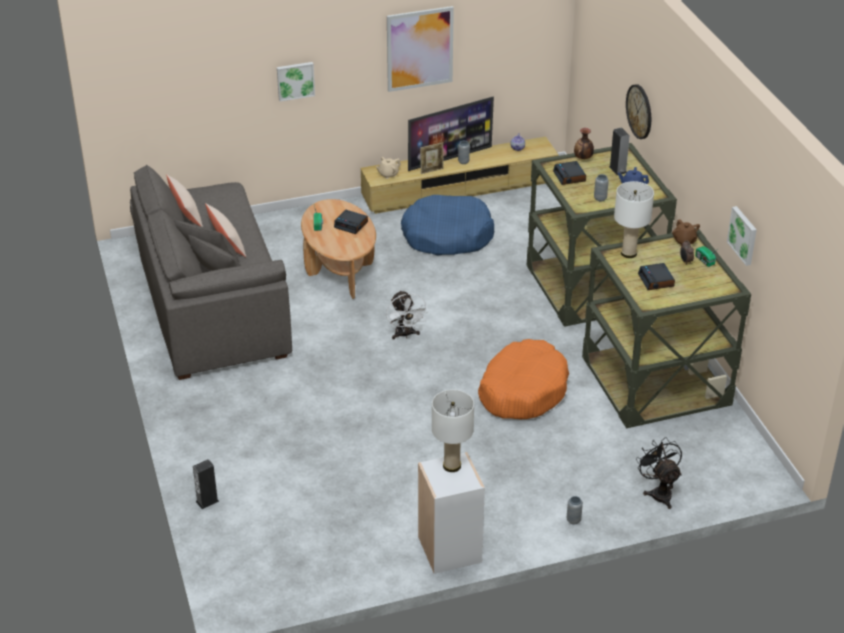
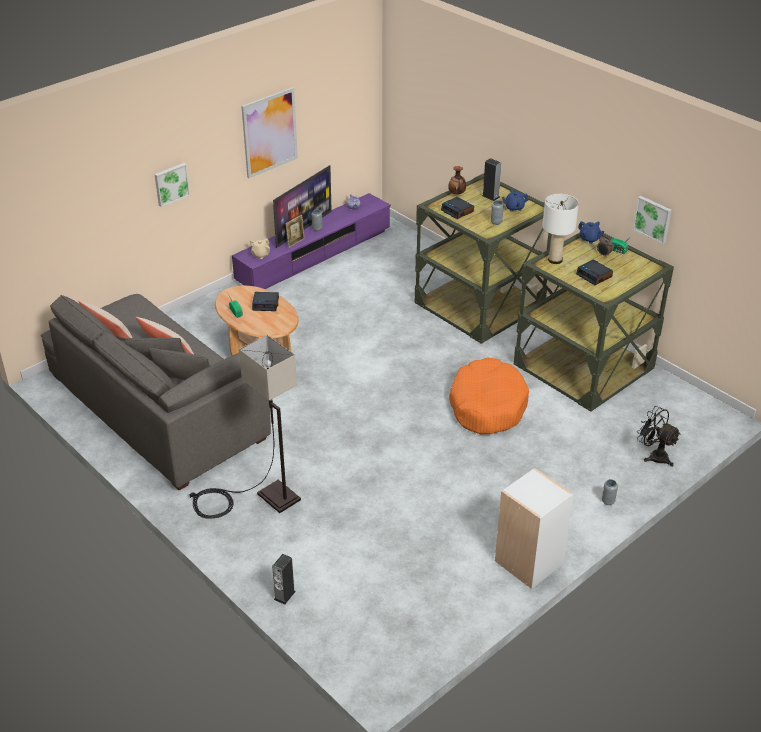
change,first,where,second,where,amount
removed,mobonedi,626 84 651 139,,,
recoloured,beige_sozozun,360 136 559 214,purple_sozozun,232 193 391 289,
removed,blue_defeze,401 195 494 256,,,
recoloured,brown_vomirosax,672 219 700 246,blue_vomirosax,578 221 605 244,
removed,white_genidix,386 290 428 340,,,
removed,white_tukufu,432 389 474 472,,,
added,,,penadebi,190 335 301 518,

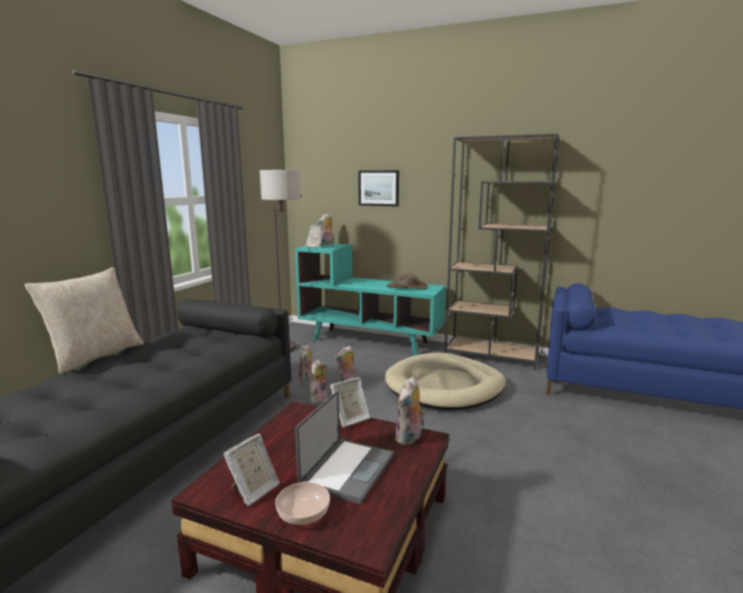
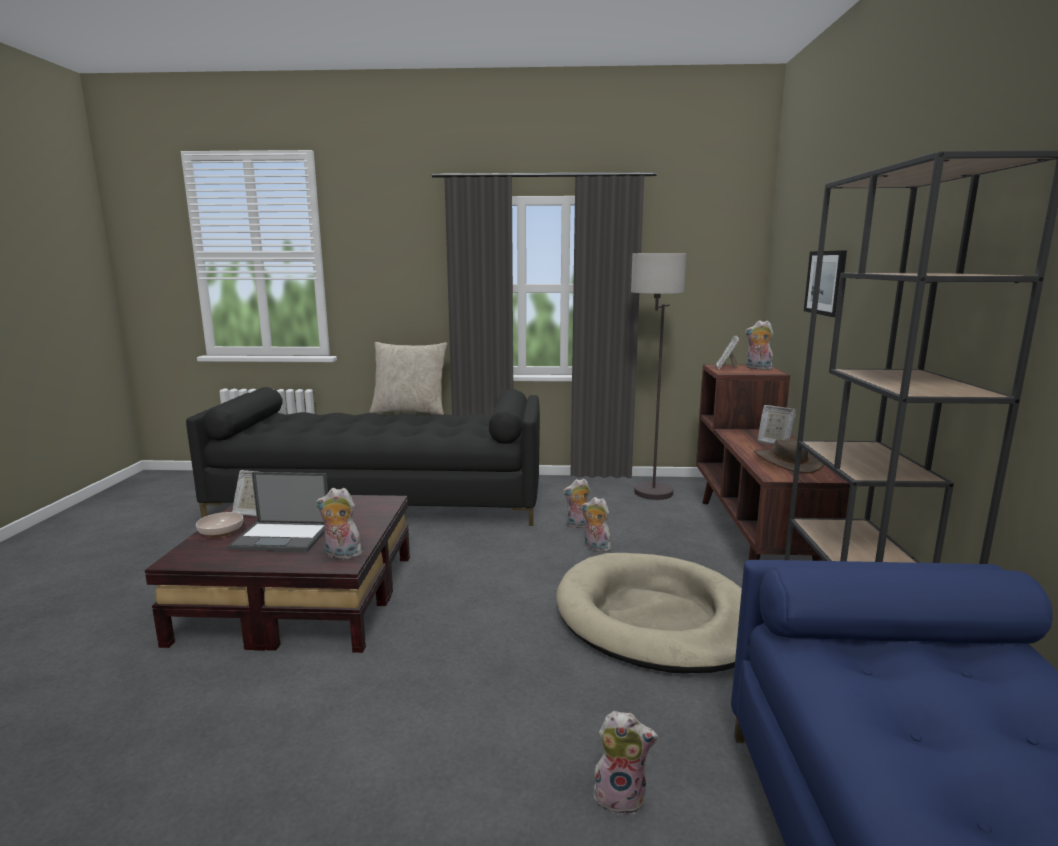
change,first,where,second,where,amount
recoloured,turquoise_sozozun,295 244 446 356,brown_sozozun,696 365 857 561,
moved,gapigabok,309 359 327 404,,593 711 658 815,
moved,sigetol,330 377 371 428,,758 405 796 444,

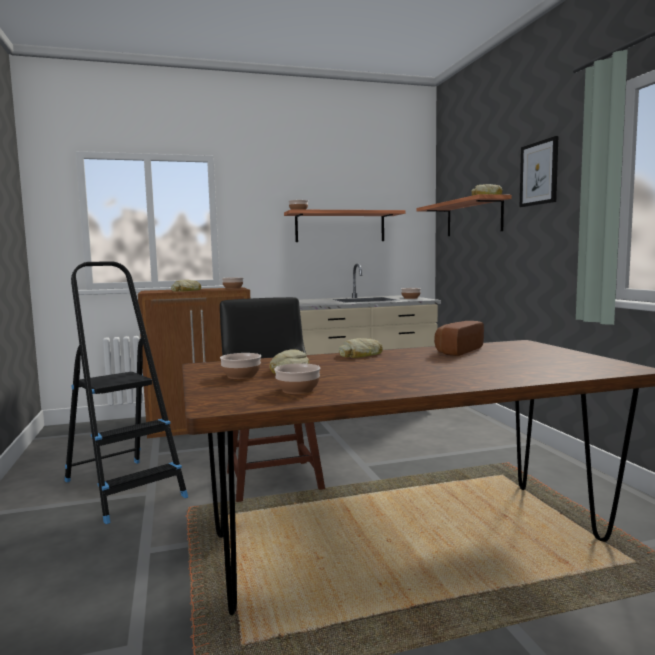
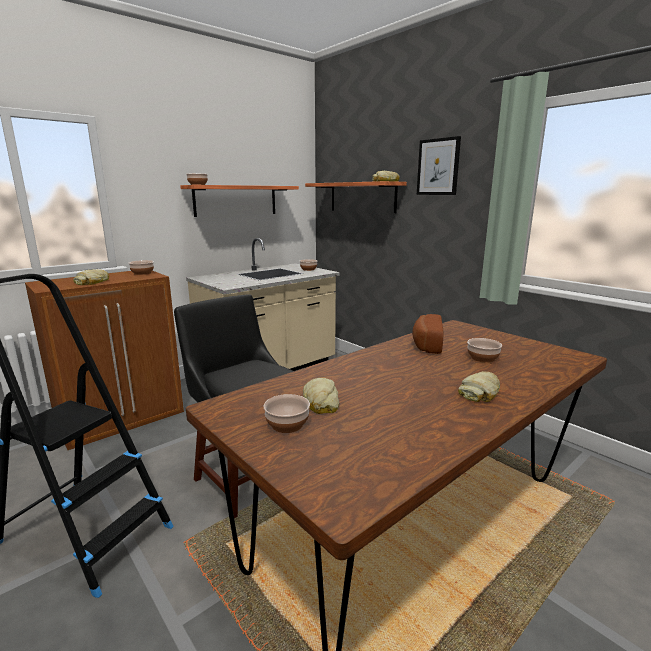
change,first,where,second,where,amount
moved,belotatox,339 338 383 358,,458 371 500 402,
moved,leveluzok,274 363 320 394,,467 338 502 362,

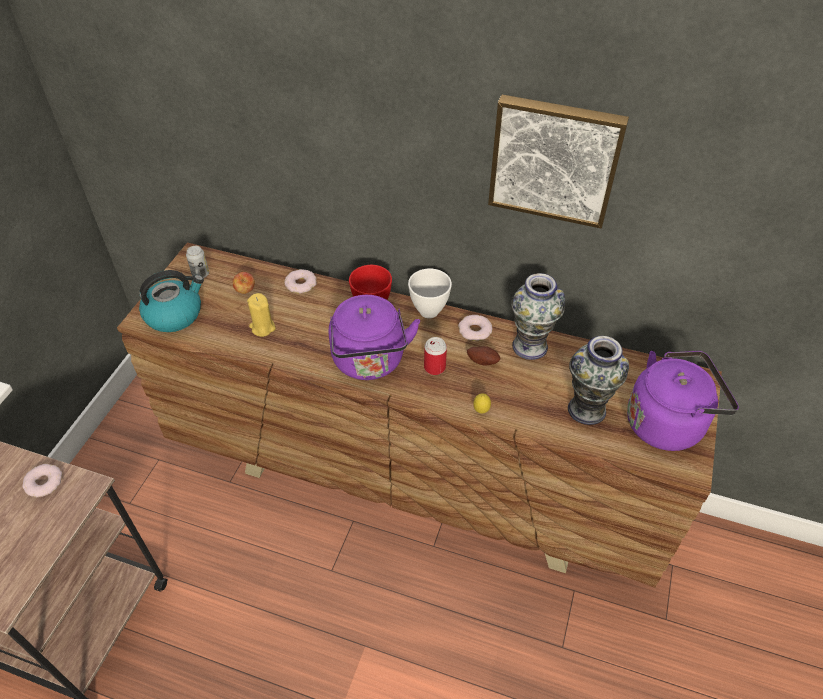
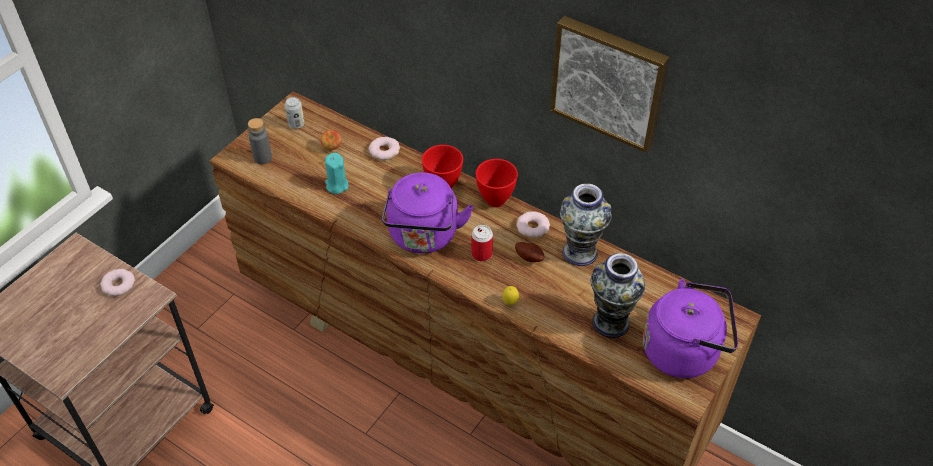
change,first,where,second,where,amount
recoloured,white_leveluzok,408 268 452 318,red_leveluzok,476 159 518 207,
replaced,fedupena,139 270 204 332,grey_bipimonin,248 118 272 165,
recoloured,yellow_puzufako,247 293 276 337,turquoise_puzufako,325 153 349 194,

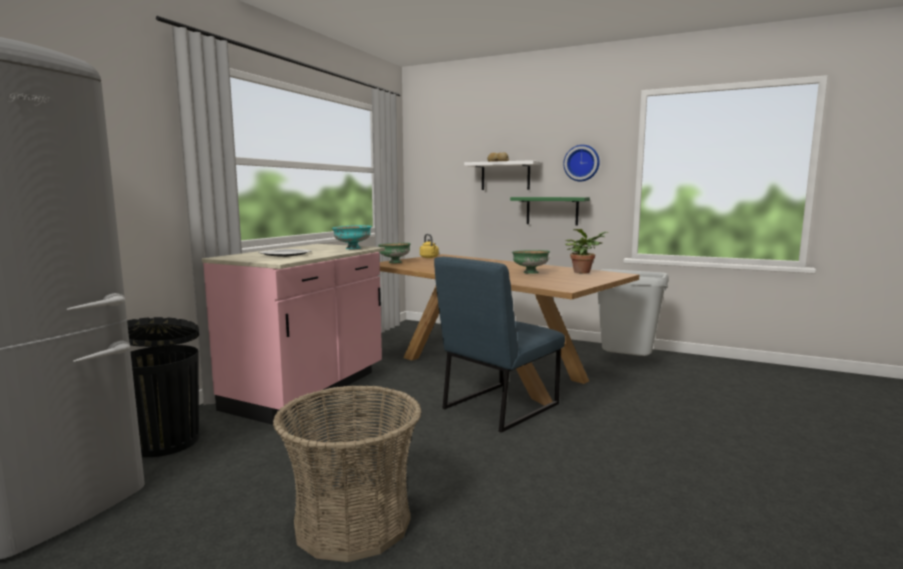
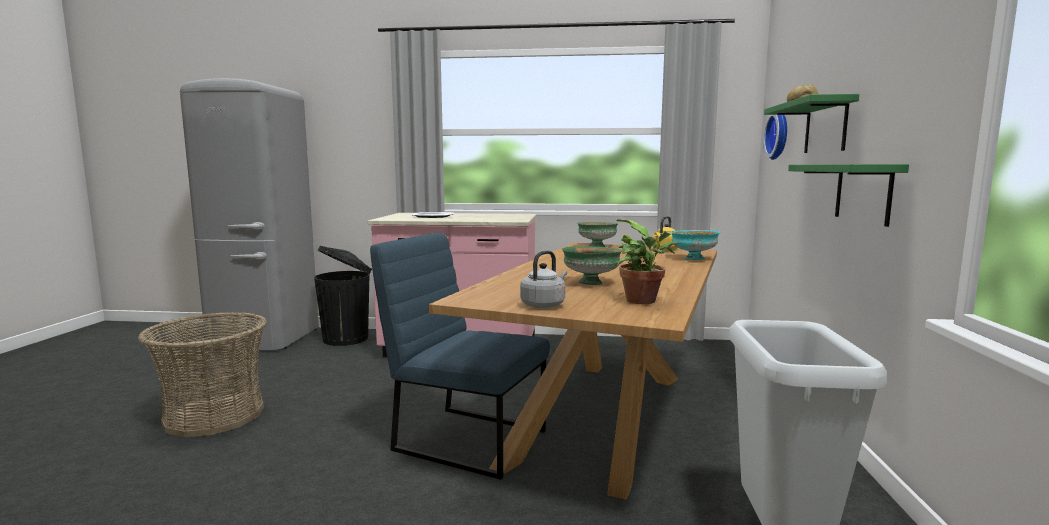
change,first,where,second,where,amount
moved,mobonedi,563 145 600 181,,763 115 787 160,
recoloured,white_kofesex,464 160 540 190,green_kofesex,764 94 859 153,
moved,turquoise_leveluzok,332 225 372 249,,672 230 720 260,
added,,,grey_fedupena,520 251 567 308,

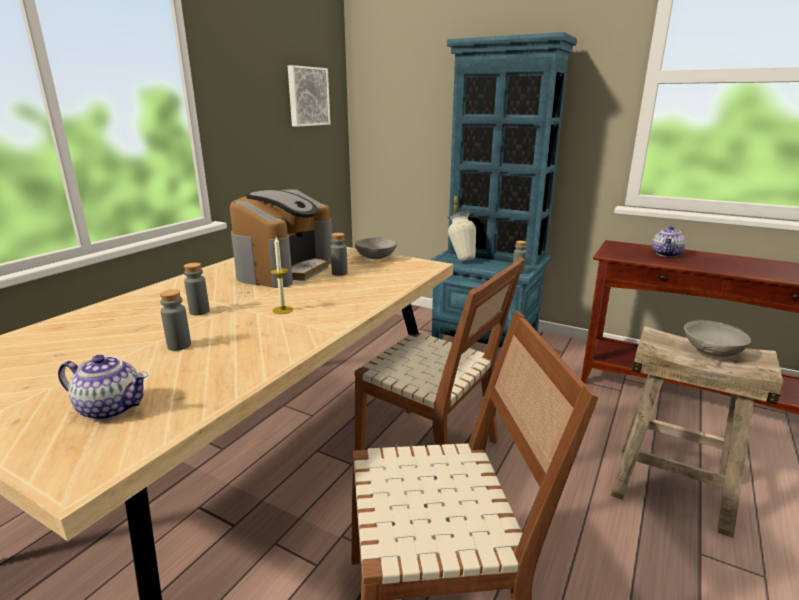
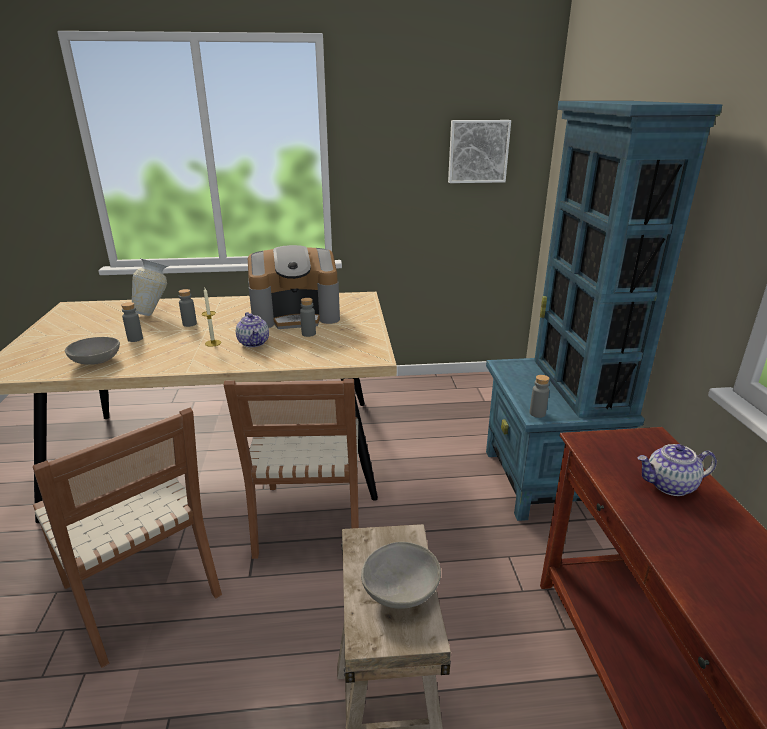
change,first,where,second,where,amount
moved,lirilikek,447 212 476 262,,132 258 169 316,
moved,grey_leveluzok,354 237 397 259,,65 337 120 365,
moved,vomirosax,58 355 148 420,,236 312 269 347,

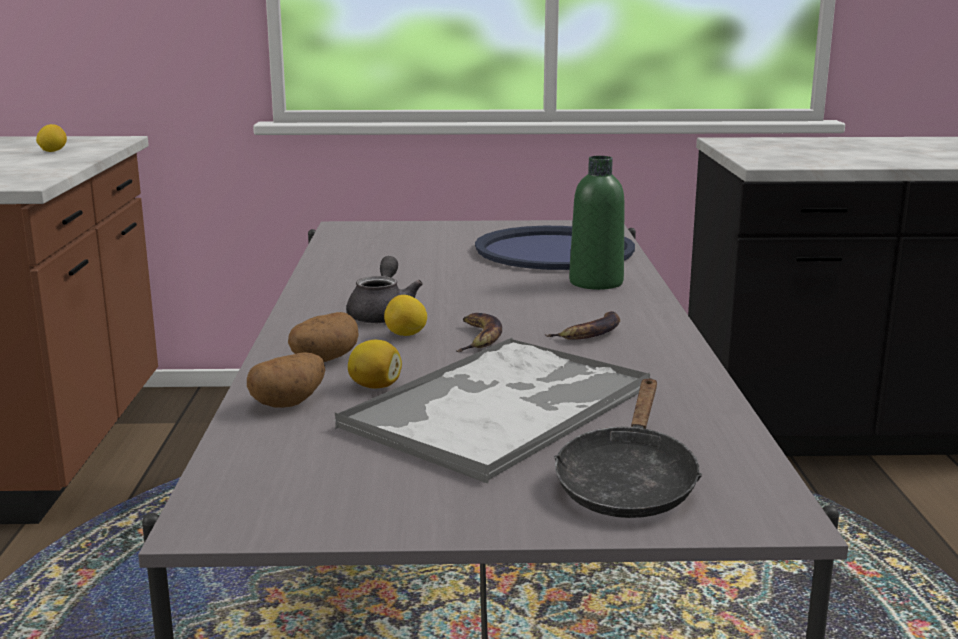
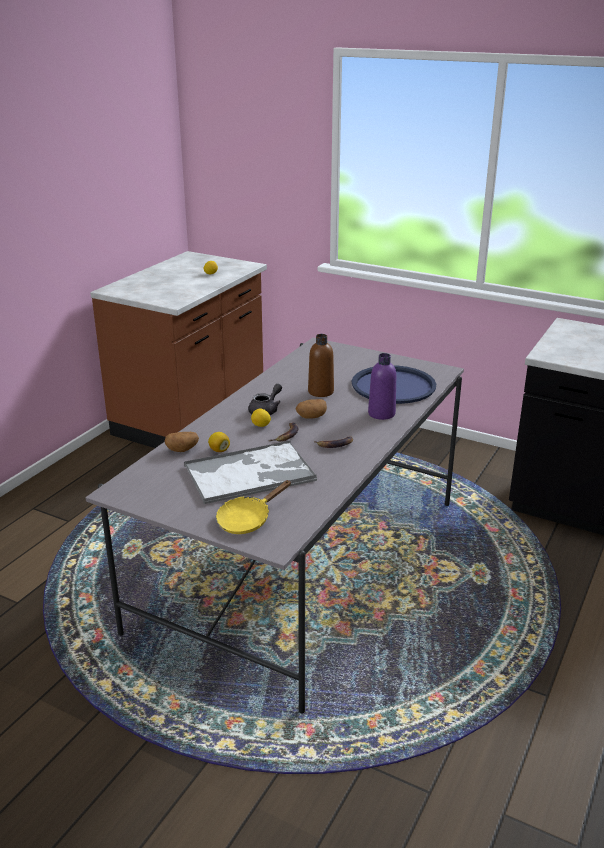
change,first,where,second,where,amount
recoloured,green_bipimonin,569 156 625 290,purple_bipimonin,368 353 396 420,
moved,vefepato,288 312 358 362,,296 399 327 419,
recoloured,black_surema,554 378 702 518,yellow_surema,216 480 291 534,
added,,,brown_bipimonin,308 334 334 397,

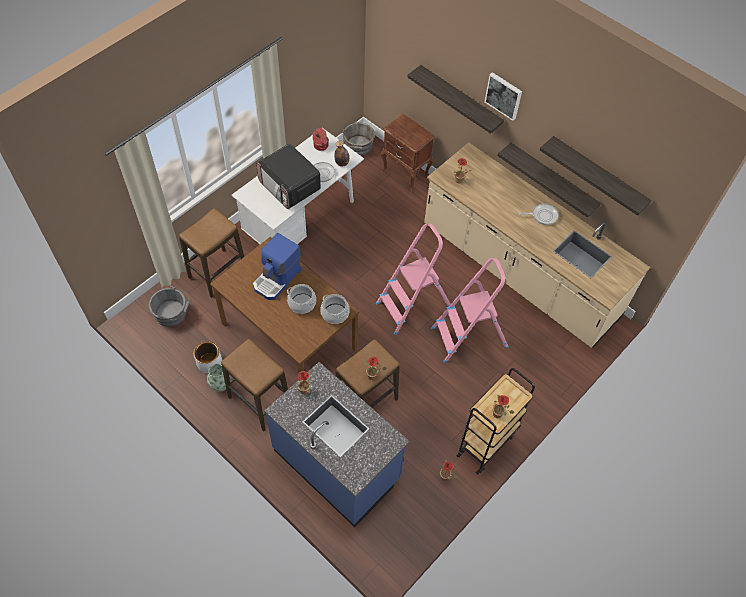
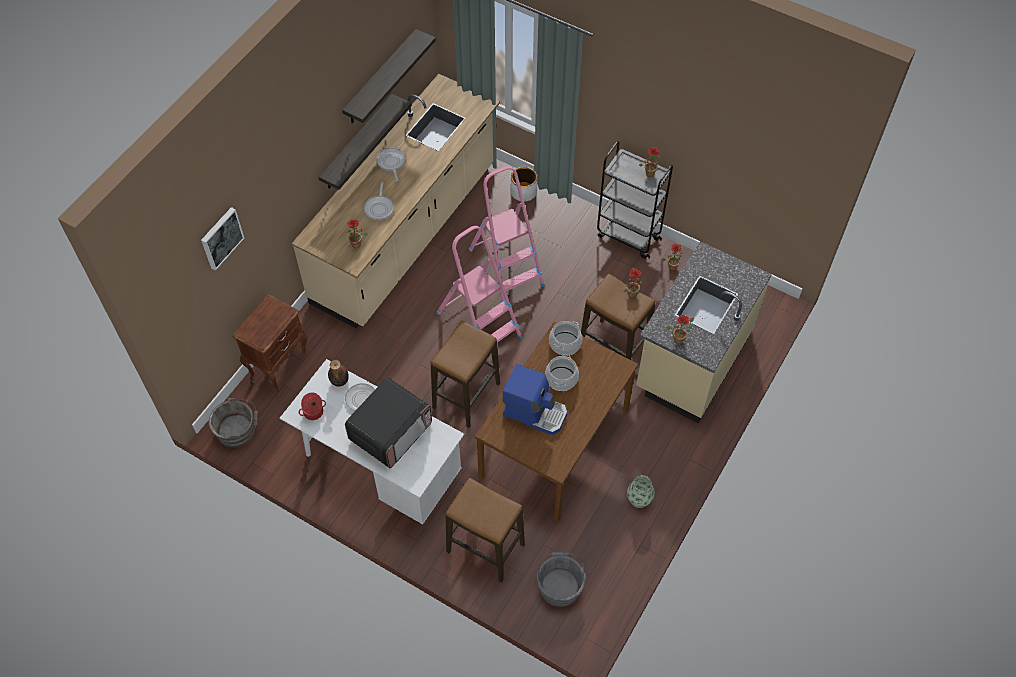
change,first,where,second,where,amount
removed,kofesex,407 65 504 134,,,
moved,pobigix,484 72 522 121,,201 207 244 271,
moved,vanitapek,221 339 288 431,,430 320 500 428,
moved,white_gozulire,194 341 222 374,,510 167 537 202,
recoloured,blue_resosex,264 362 410 527,beige_resosex,636 241 772 423,
recoloured,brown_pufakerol,457 368 535 474,grey_pufakerol,597 141 673 259,
added,,,surema,364 182 394 221,

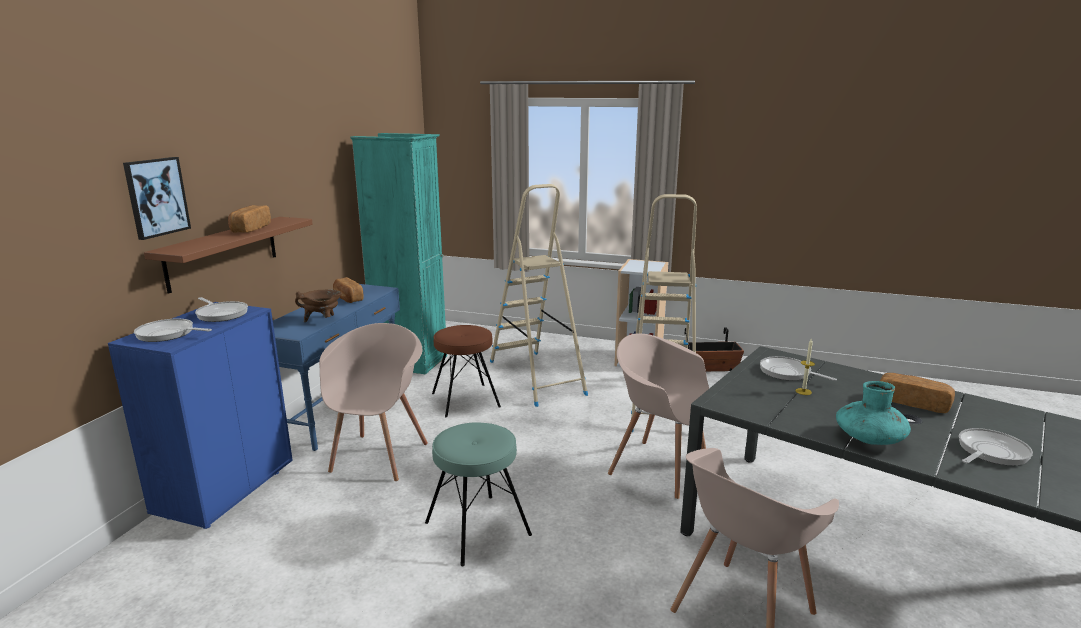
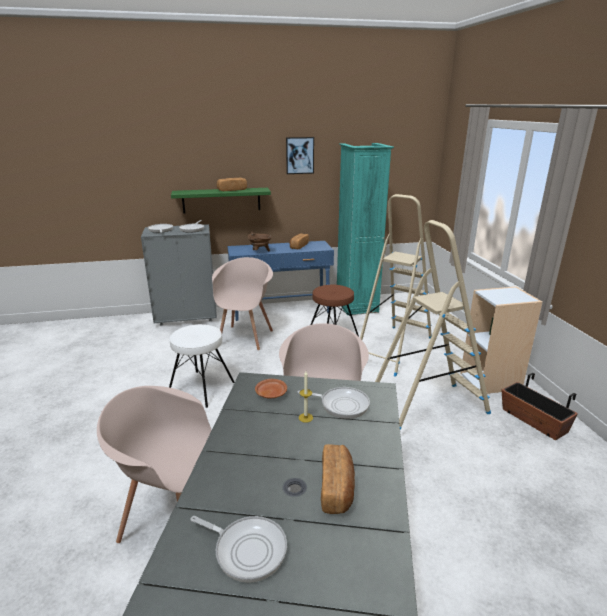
change,first,where,second,where,amount
moved,pobigix,123 157 191 240,,286 137 314 174,
recoloured,brown_kofesex,144 217 313 293,green_kofesex,171 188 271 213,
recoloured,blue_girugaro,108 302 293 529,grey_girugaro,141 224 217 326,
turned,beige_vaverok,319 323 428 481,,212 257 273 350,60 degrees counterclockwise
turned,surema,760 356 837 381,,298 387 370 419,90 degrees clockwise
removed,turquoise_lirilikek,836 381 911 445,,,
recoloured,turquoise_vanitapek,425 422 532 566,white_vanitapek,169 324 235 408,
added,,,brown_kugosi,255 379 287 398,

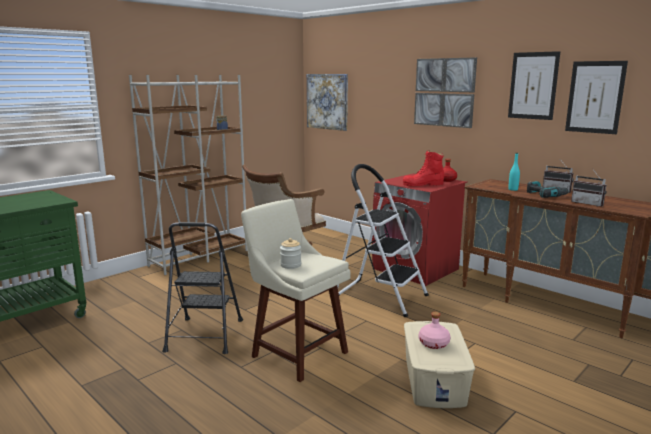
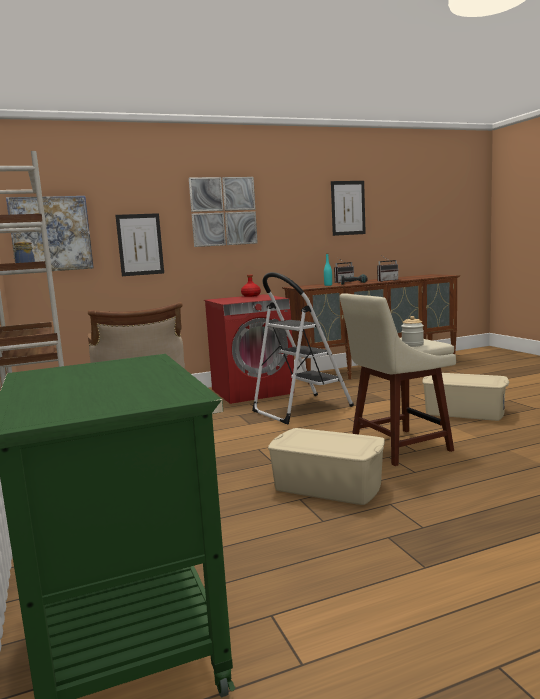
change,first,where,second,where,amount
moved,pobigix,508 51 560 120,,115 213 164 276,
removed,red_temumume,403 150 444 186,,,
replaced,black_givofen,162 222 243 354,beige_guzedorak,268 428 385 505,
removed,pink_bipimonin,419 312 450 349,,,

